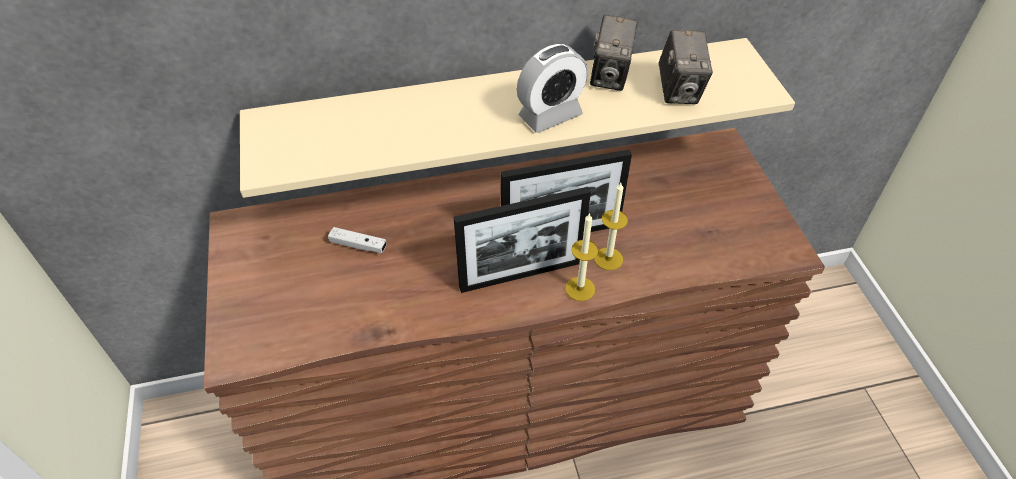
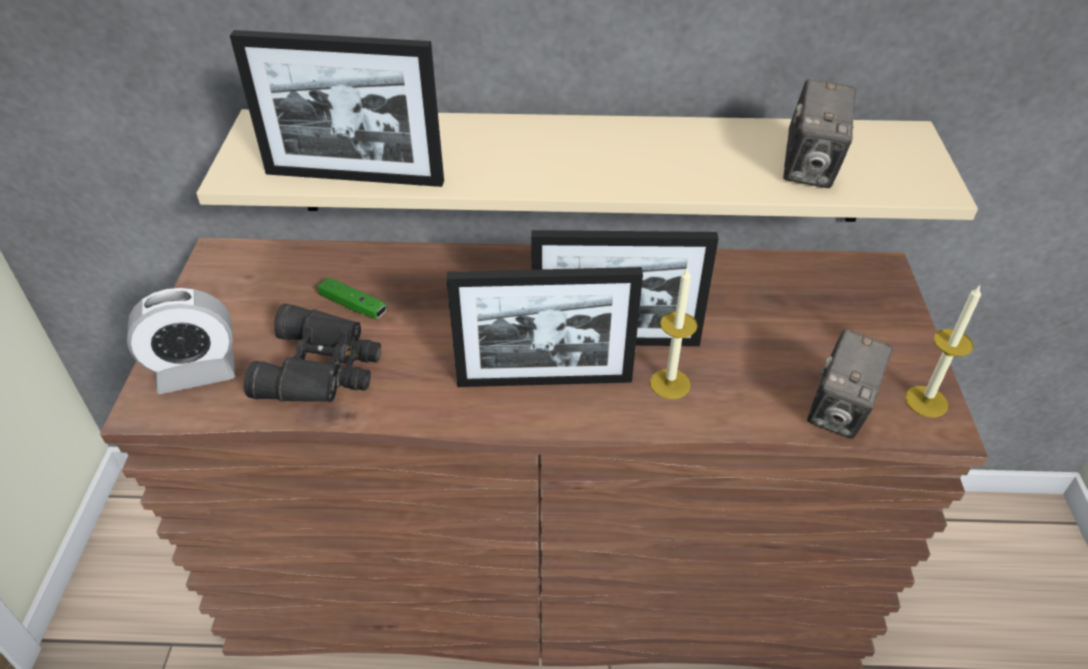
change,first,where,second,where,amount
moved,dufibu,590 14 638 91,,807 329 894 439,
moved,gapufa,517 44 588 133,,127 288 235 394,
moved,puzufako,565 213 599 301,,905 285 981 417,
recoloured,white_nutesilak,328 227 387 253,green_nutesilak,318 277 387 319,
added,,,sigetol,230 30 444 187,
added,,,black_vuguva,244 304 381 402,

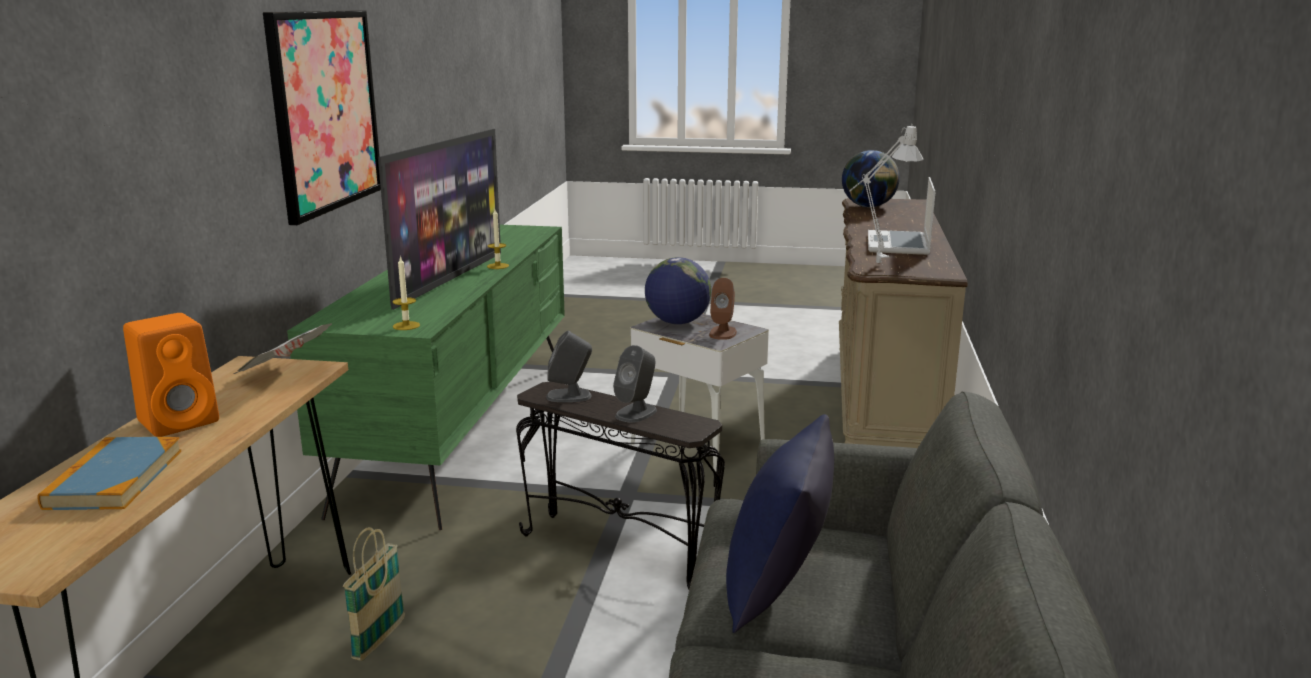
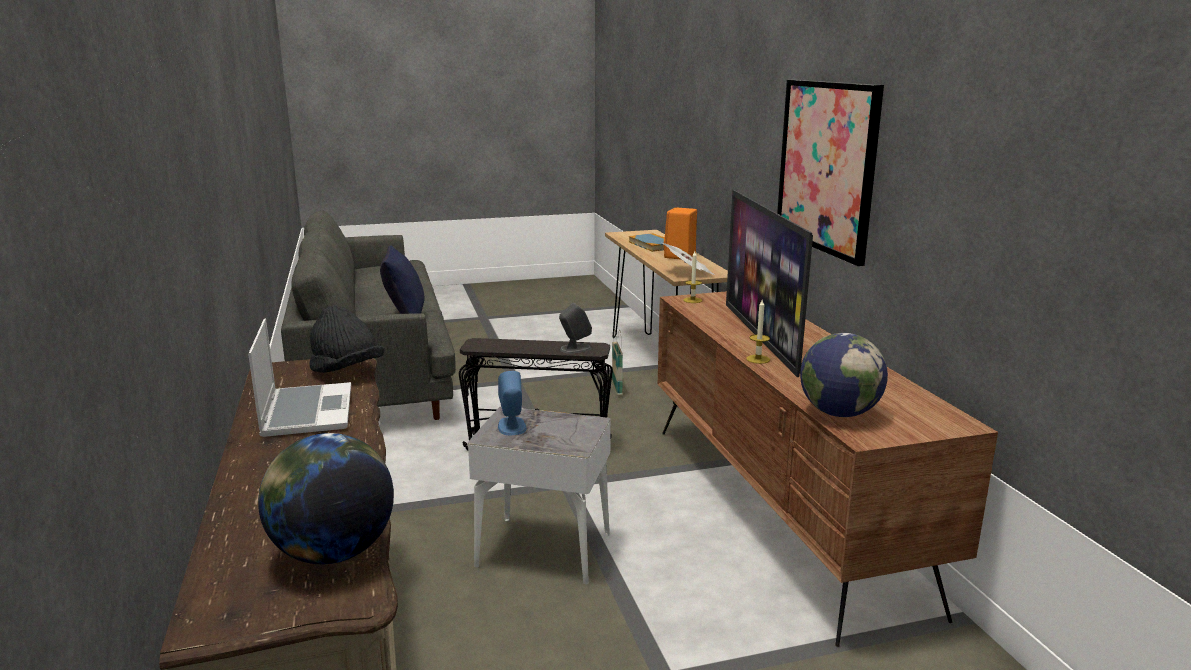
change,first,where,second,where,amount
replaced,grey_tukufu,849 124 923 265,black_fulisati,310 305 384 373,
recoloured,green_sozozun,287 225 565 530,brown_sozozun,658 291 998 647,
moved,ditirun,645 257 711 324,,800 333 888 417,
recoloured,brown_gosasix,709 278 737 340,blue_gosasix,498 371 526 435,
removed,grey_gosasix,613 345 657 422,,,

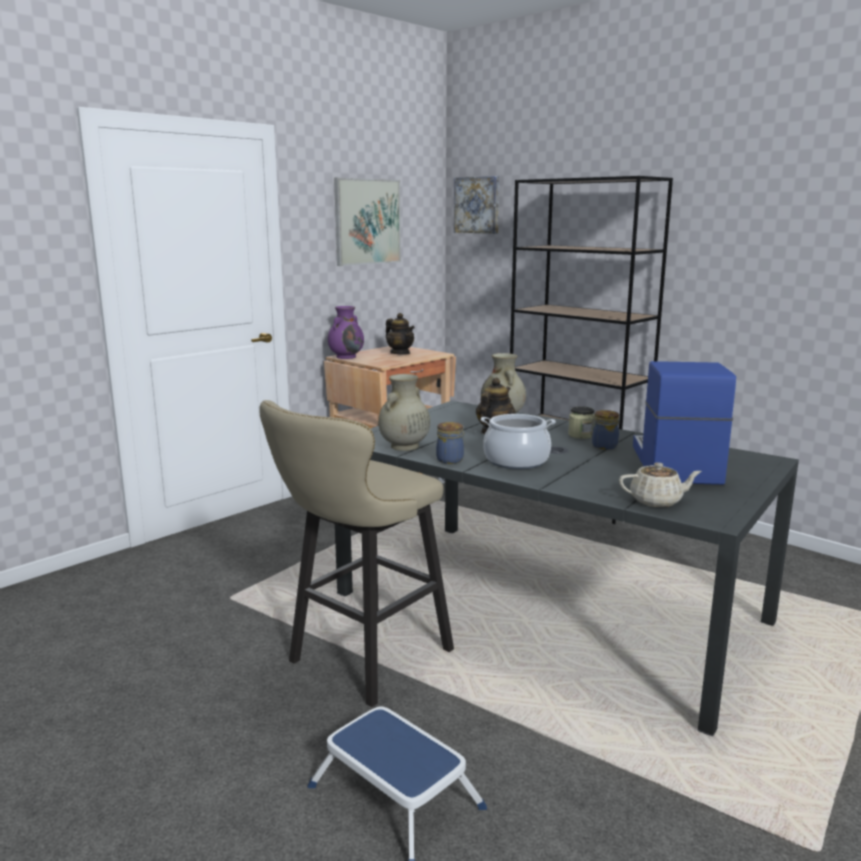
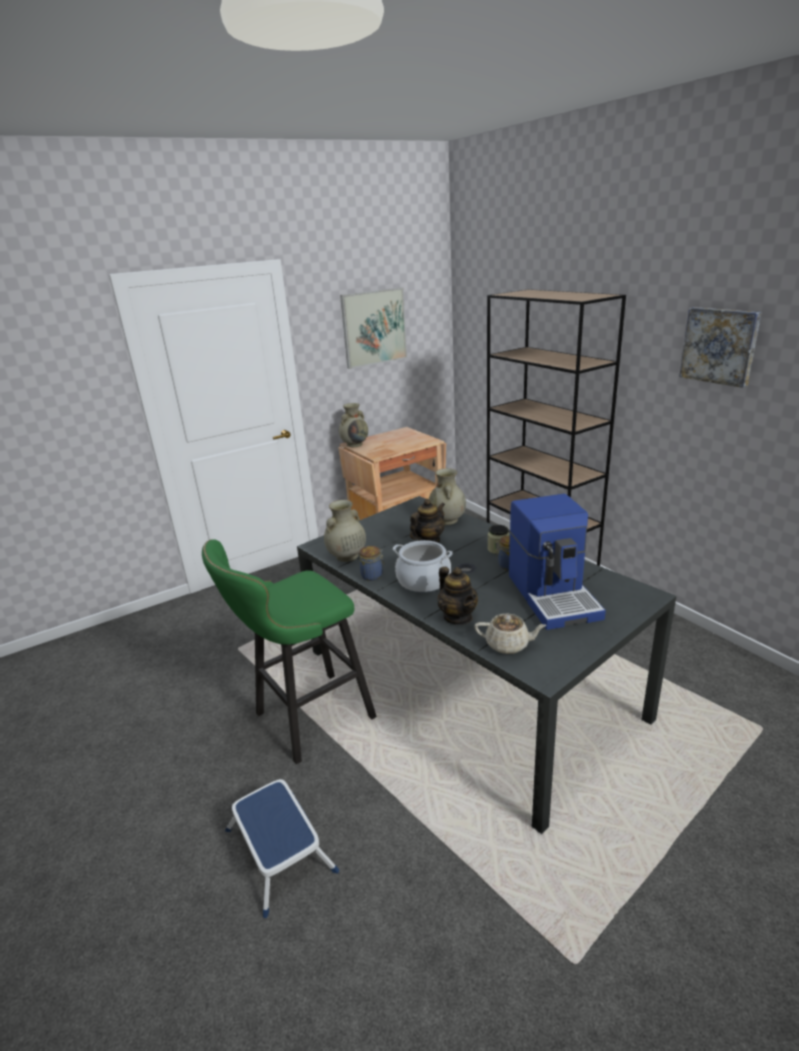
change,first,where,second,where,amount
moved,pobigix,454 176 499 234,,679 307 762 388,
recoloured,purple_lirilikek,328 306 364 359,beige_lirilikek,339 403 368 447,
moved,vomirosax,386 313 415 354,,438 567 478 625,
turned,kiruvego,633 361 736 485,,509 494 606 630,150 degrees clockwise
recoloured,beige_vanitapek,260 400 454 707,green_vanitapek,202 539 377 764,

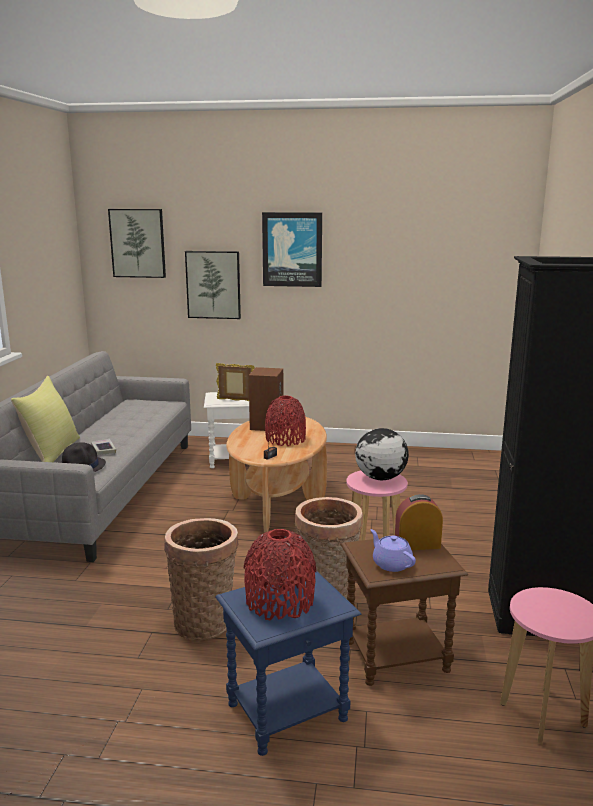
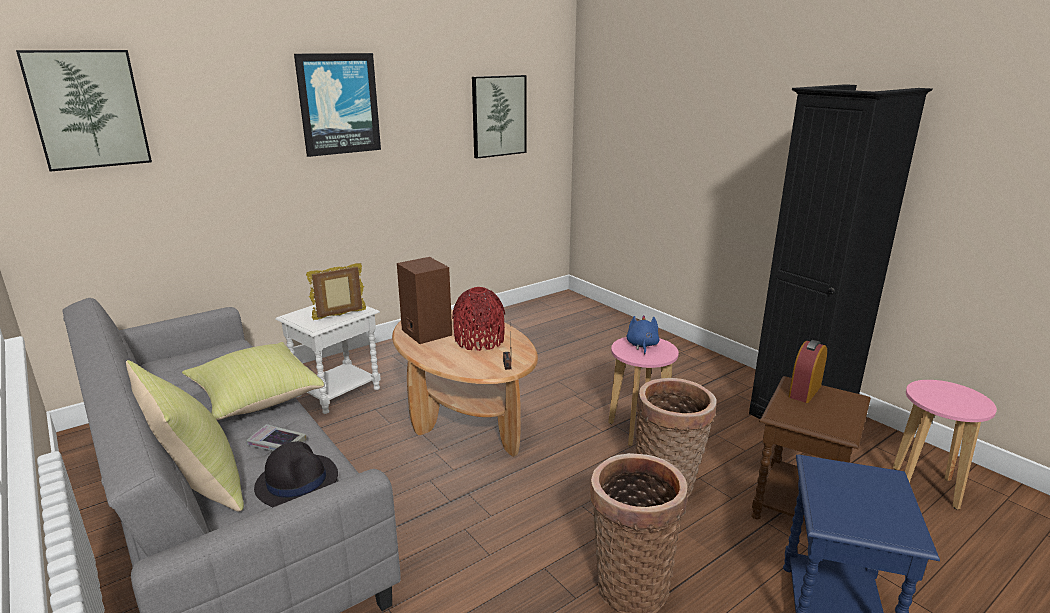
change,first,where,second,where,amount
moved,pobigix,185 251 241 319,,472 75 527 159,
replaced,ditirun,355 428 409 480,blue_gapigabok,627 315 659 355,
removed,red_lirilikek,244 529 316 620,,,
removed,purple_vomirosax,371 529 416 572,,,
added,,,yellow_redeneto,182 342 324 420,

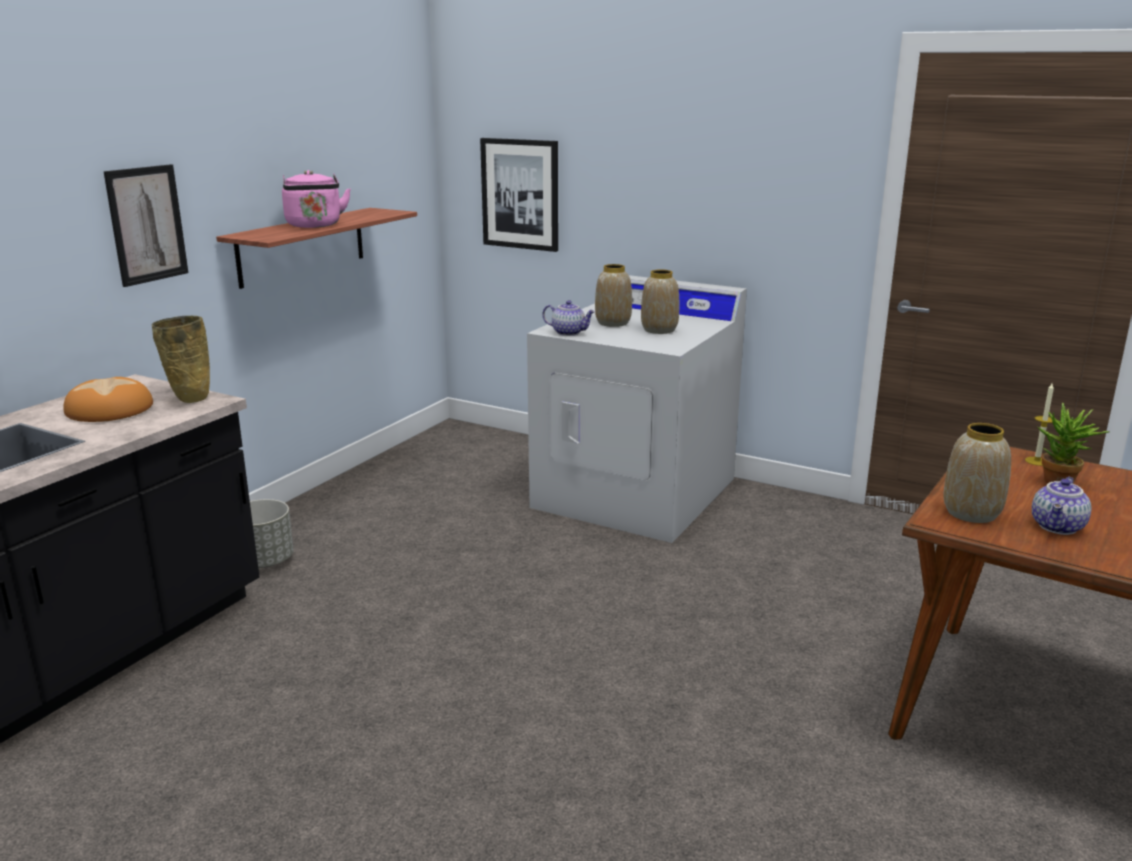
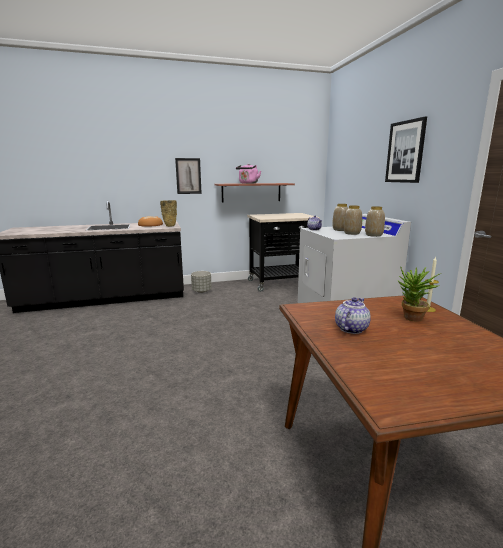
change,first,where,second,where,amount
moved,pobigix,480 138 558 252,,385 117 427 183,
moved,lirilikek,943 423 1011 523,,365 206 385 237,
turned,vomirosax,1032 477 1092 535,,335 298 371 334,135 degrees clockwise
added,,,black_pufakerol,247 213 320 292,

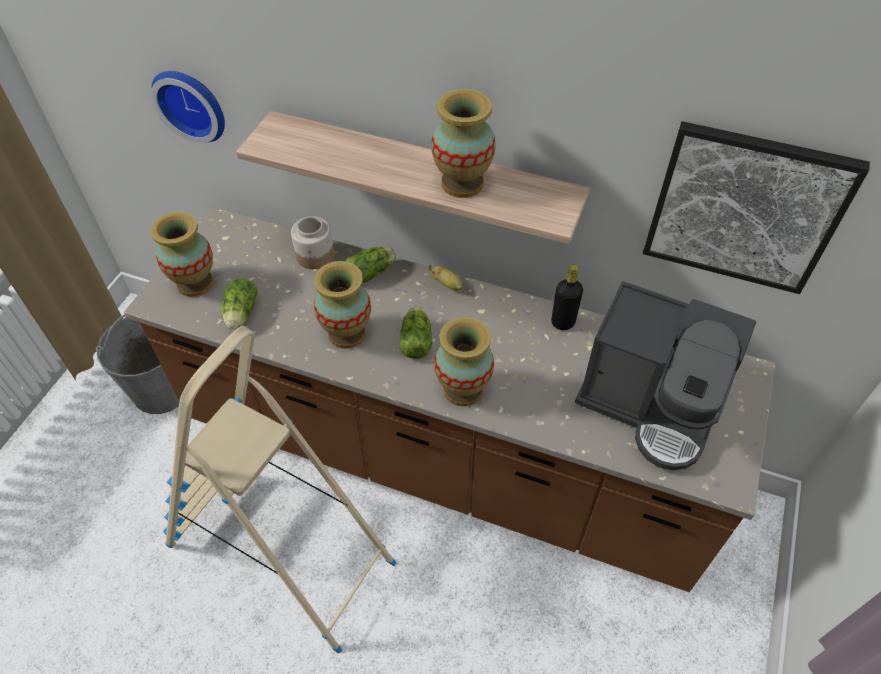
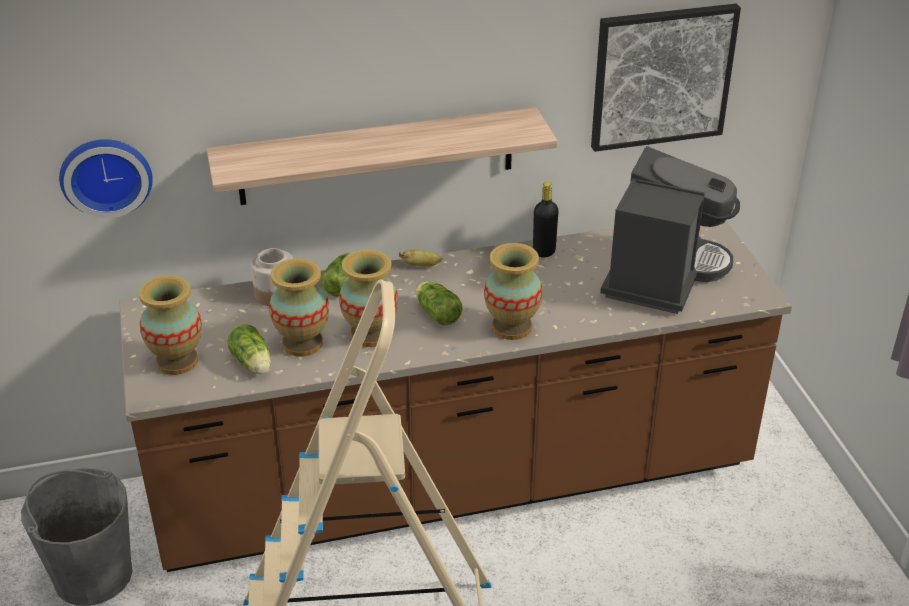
change,first,where,second,where,amount
moved,lirilikek,431 89 495 198,,269 258 329 357,
turned,kiruvego,575 281 756 470,,600 146 740 314,60 degrees counterclockwise

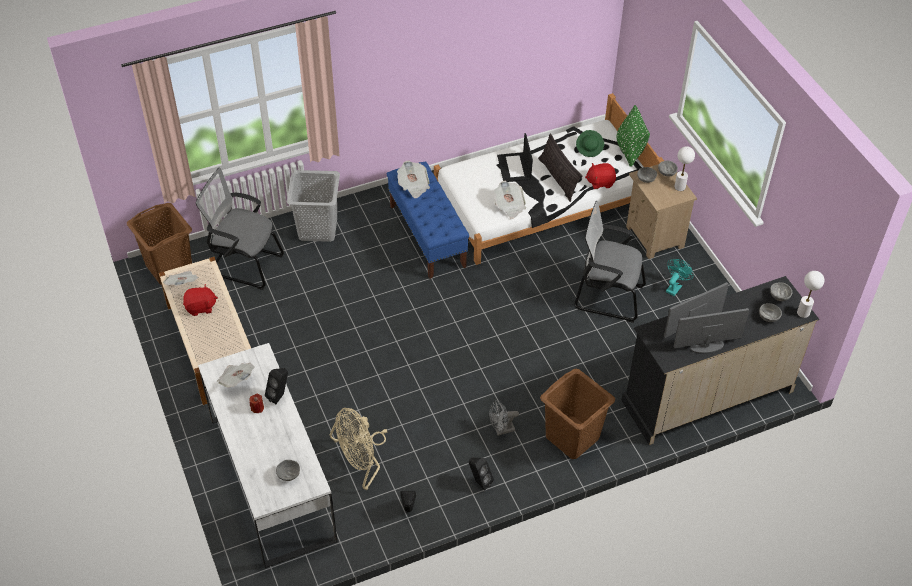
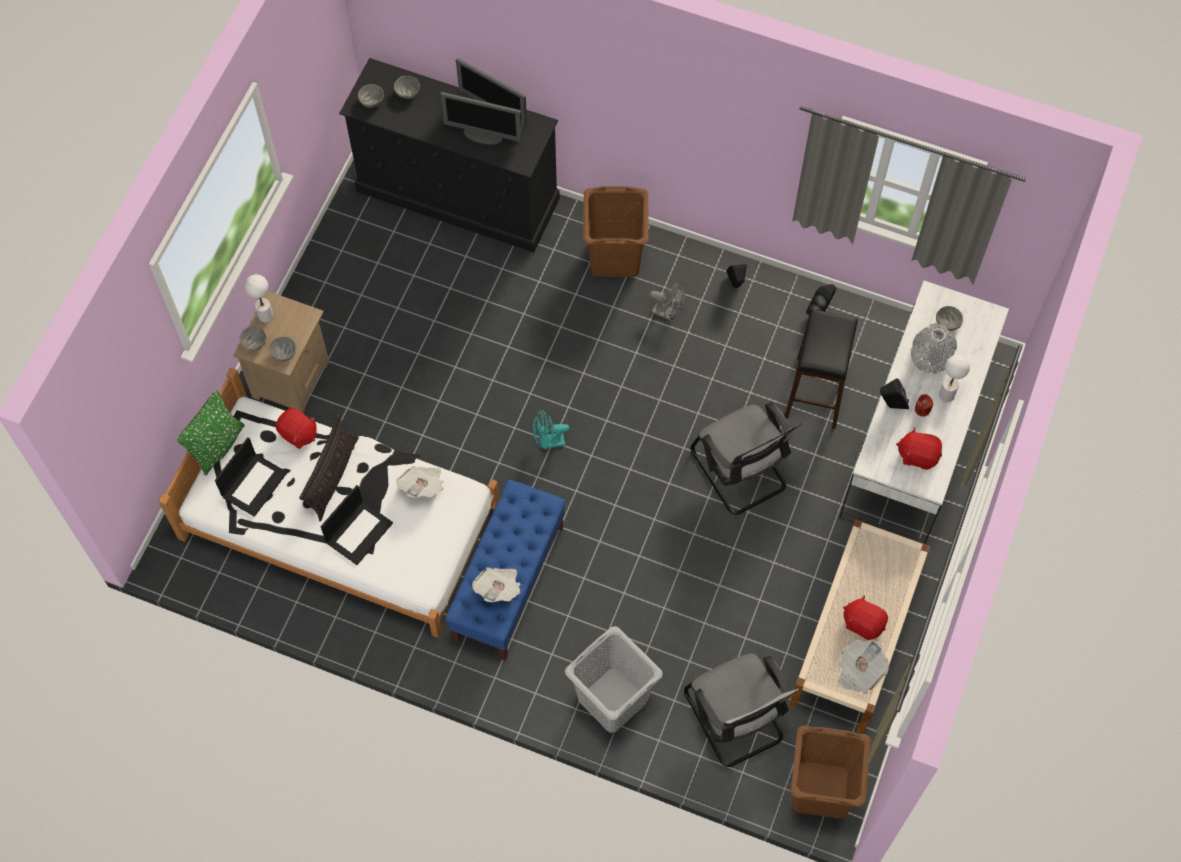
change,first,where,second,where,amount
replaced,green_fulisati,576 130 604 157,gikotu,215 437 287 517,
moved,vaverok,575 201 646 323,,691 402 802 515,
moved,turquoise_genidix,666 259 694 296,,533 410 569 450,
moved,white_tukufu,797 271 825 318,,939 355 970 402,
replaced,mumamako,217 363 255 387,red_gapigabok,896 428 942 470,
replaced,beige_genidix,330 408 387 490,black_vanitapek,785 309 858 429,
added,,,grey_lirilikek,911 324 957 374,

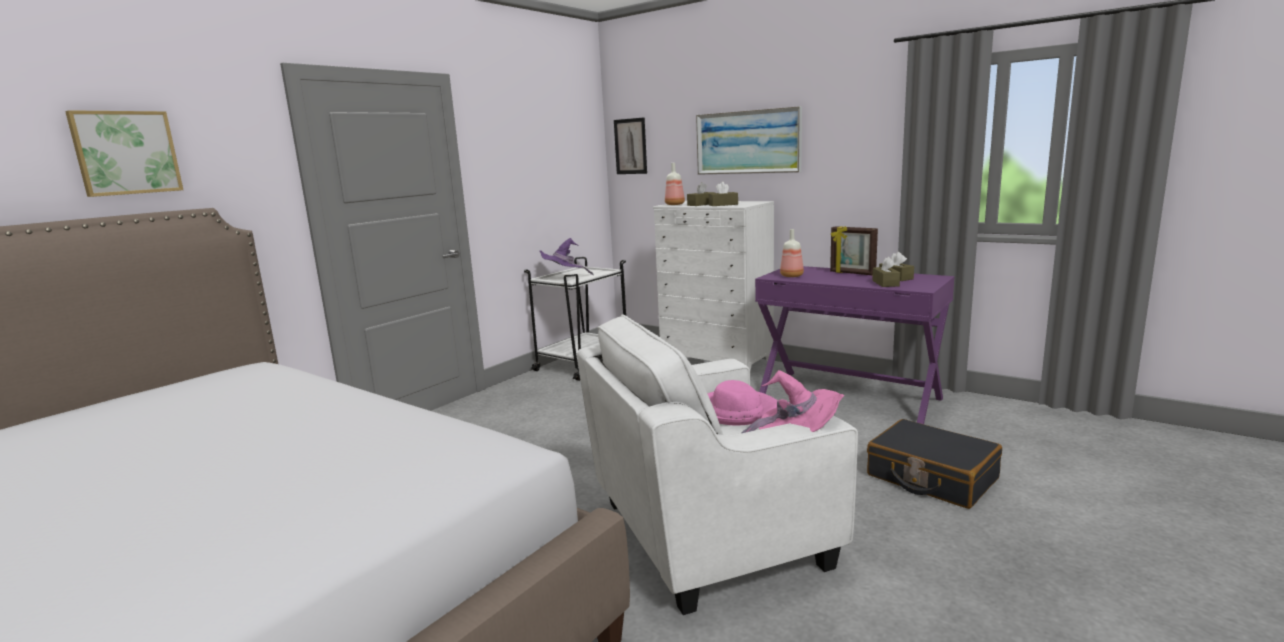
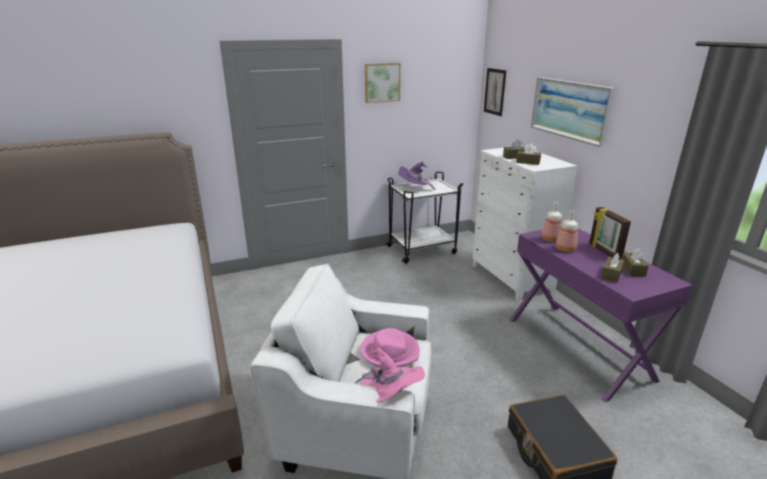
change,first,where,second,where,amount
moved,pobigix,65 110 183 197,,365 63 401 103,
moved,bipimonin,665 163 685 205,,556 210 578 252,

